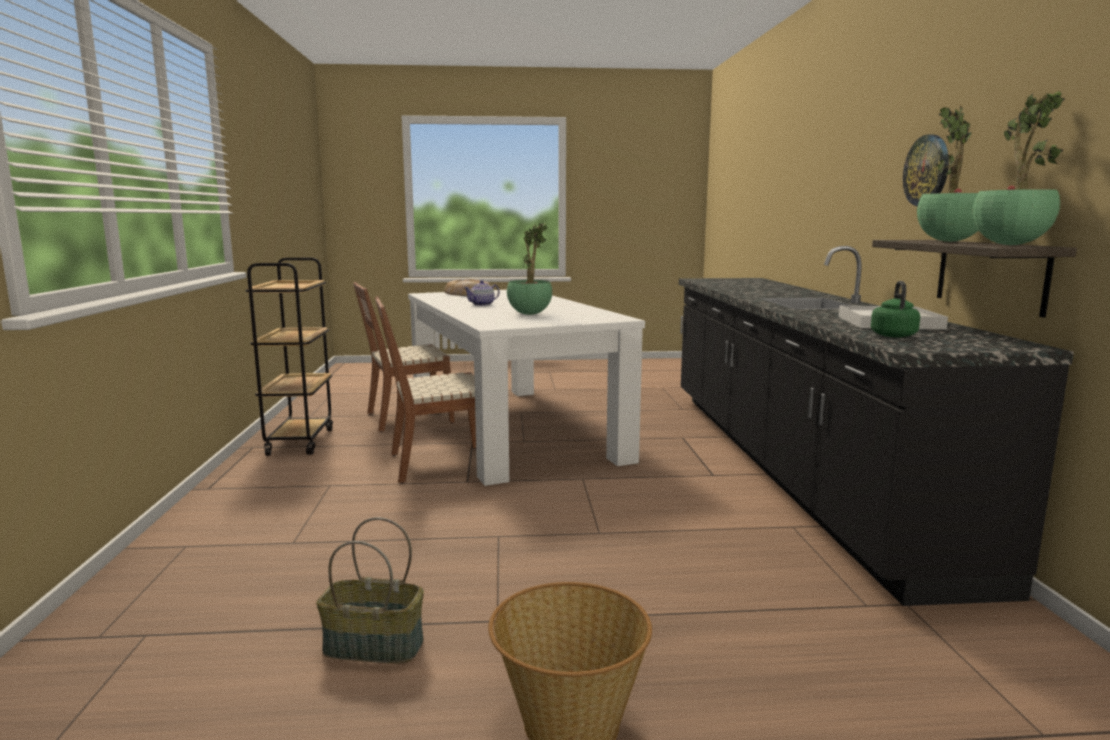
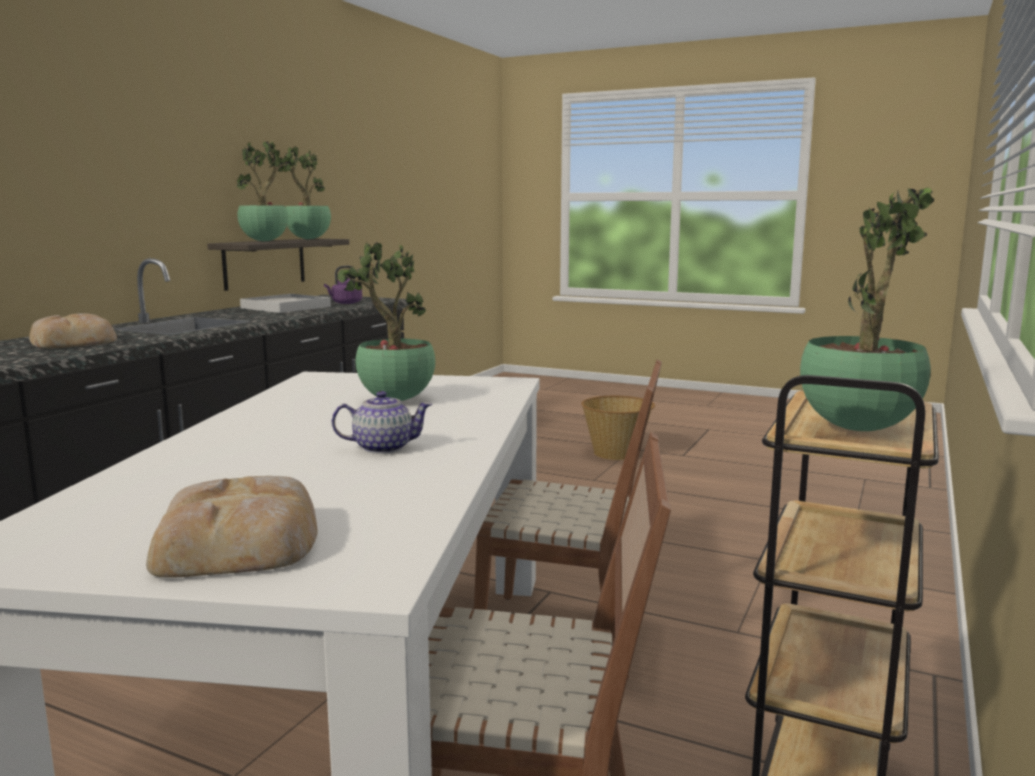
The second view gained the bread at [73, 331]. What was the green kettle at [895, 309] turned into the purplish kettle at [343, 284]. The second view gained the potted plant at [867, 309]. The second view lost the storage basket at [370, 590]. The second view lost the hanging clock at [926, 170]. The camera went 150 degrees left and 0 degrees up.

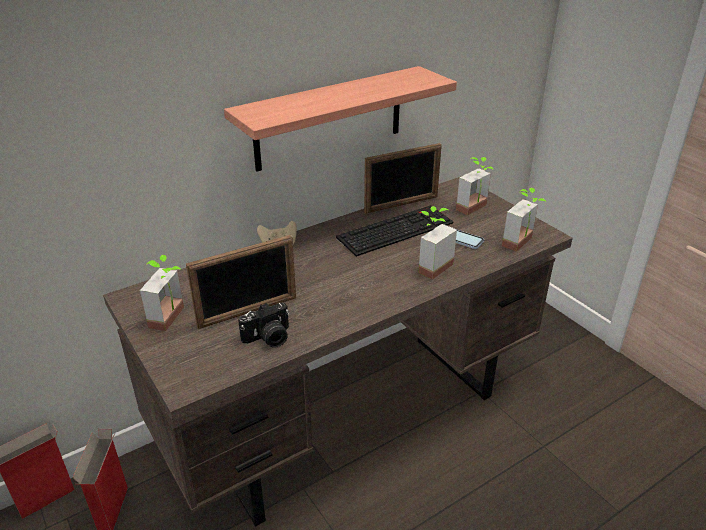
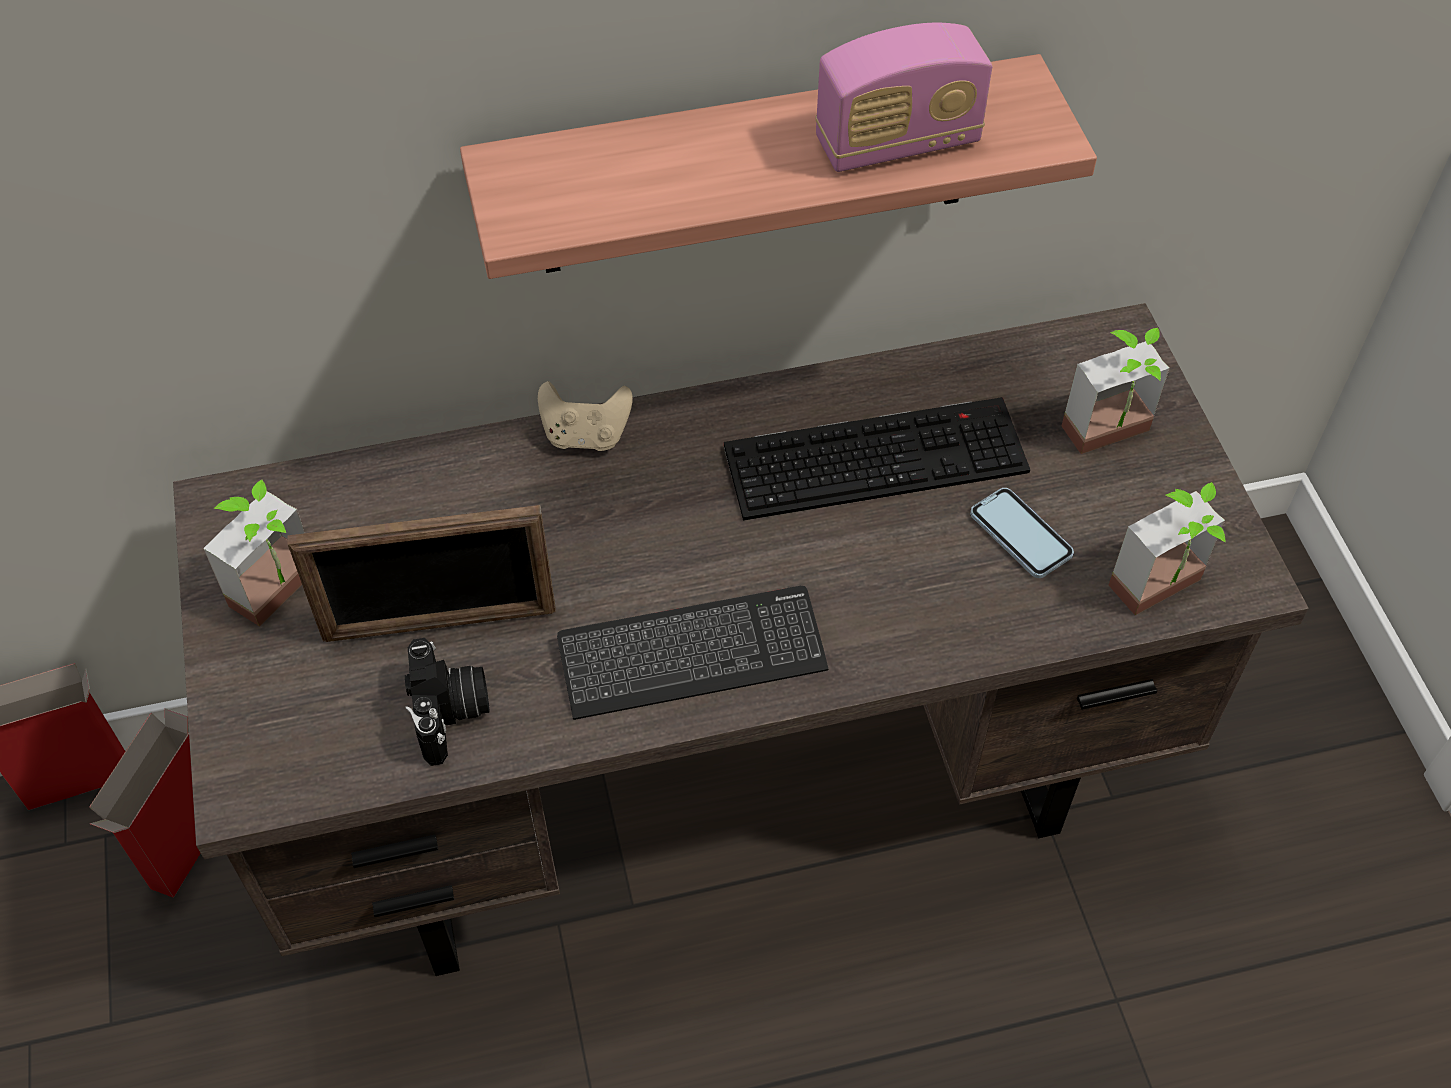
The still camera at [263, 325] ended up facing another way, 90 degrees counterclockwise from before. The second view gained the PC keyboard at [692, 653]. The second view gained the radio at [903, 97]. The second view lost the picture frame at [403, 178]. The second view lost the potted plant at [437, 243]. The camera went 20 degrees right and 20 degrees up.

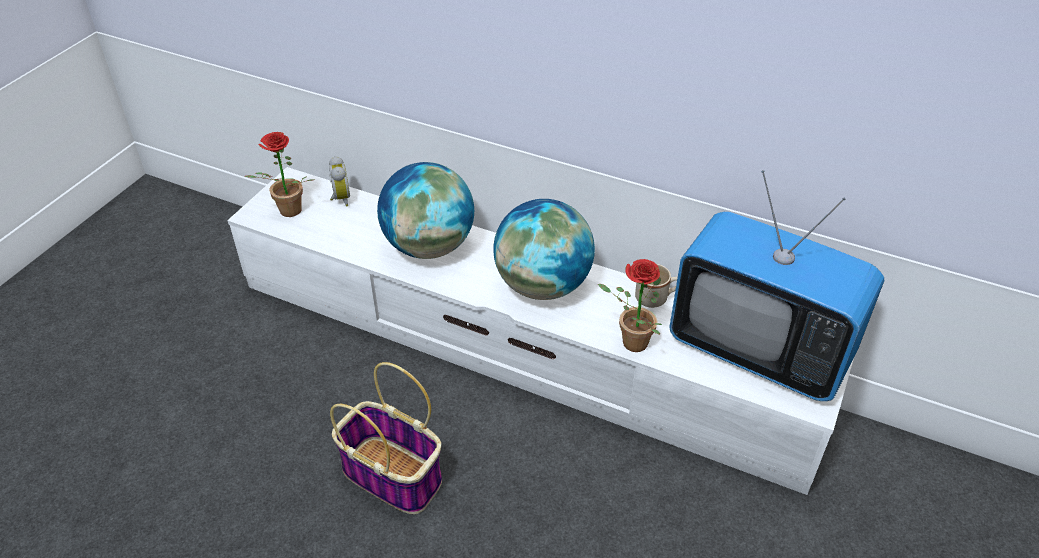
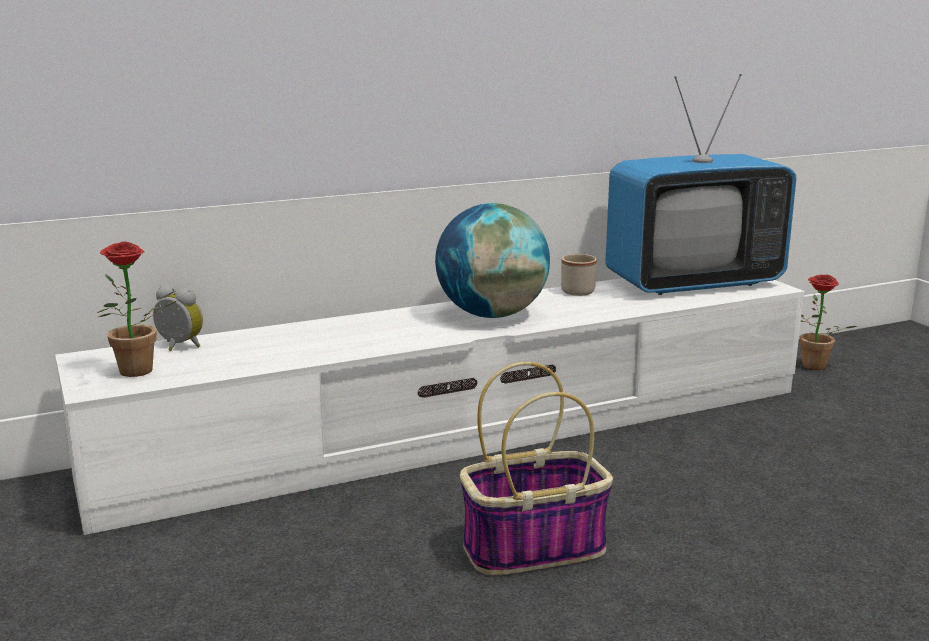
The potted plant ended up elsewhere, having gone from [630, 305] to [828, 322]. The second view lost the world globe at [425, 210]. The camera went 50 degrees left and 25 degrees down.

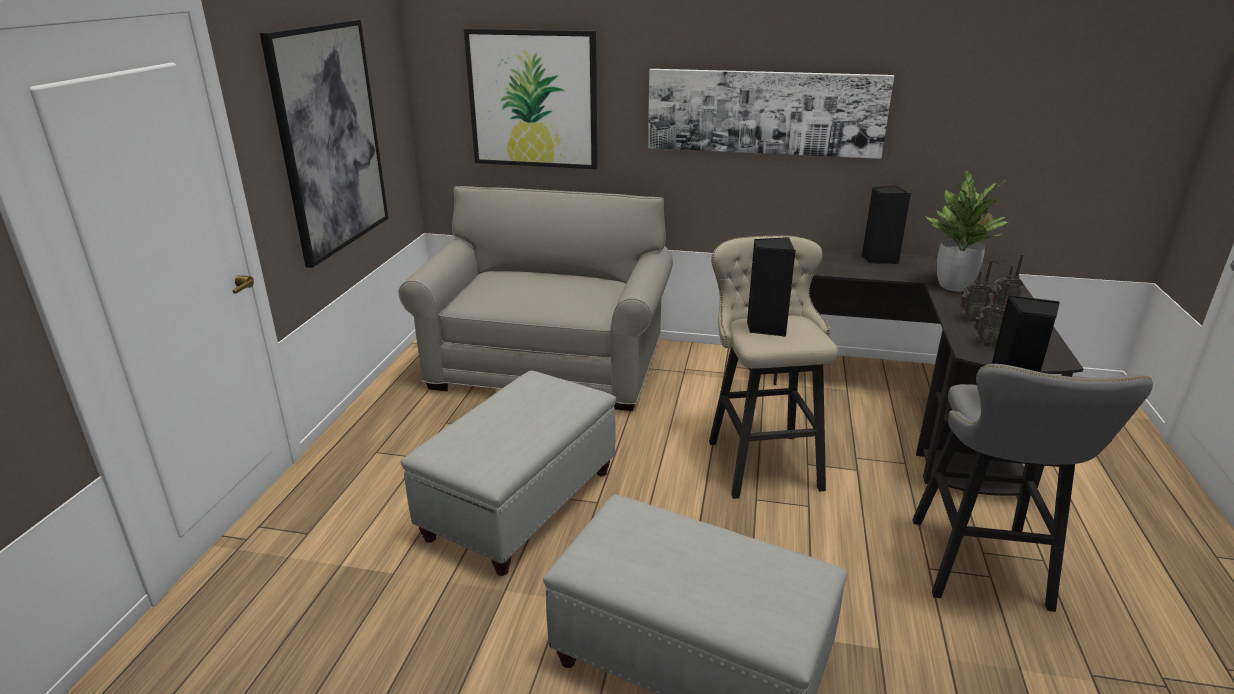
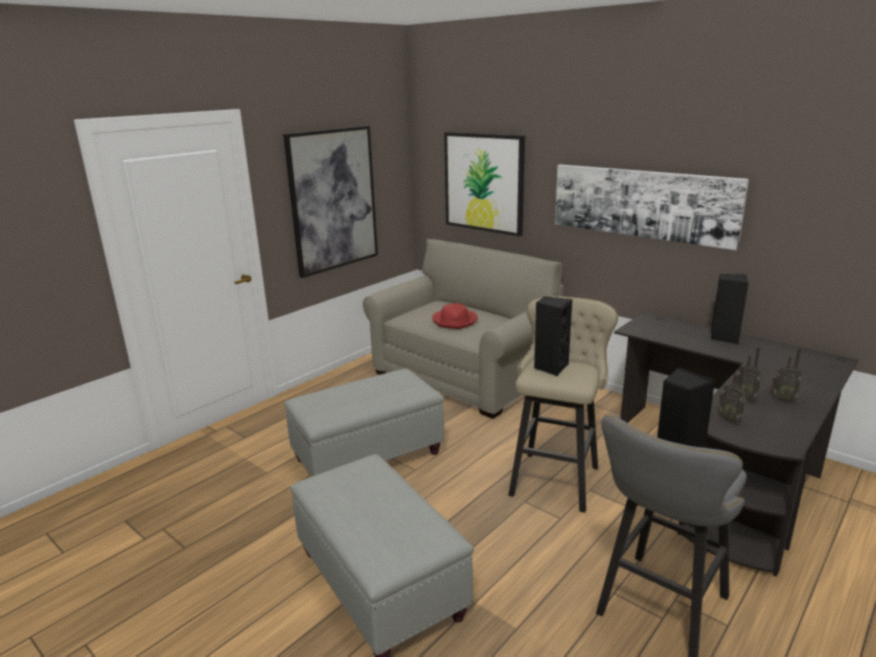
The second view gained the red clothing hat at [455, 316]. The second view lost the potted plant at [967, 231]. The camera went 30 degrees right and 5 degrees down.

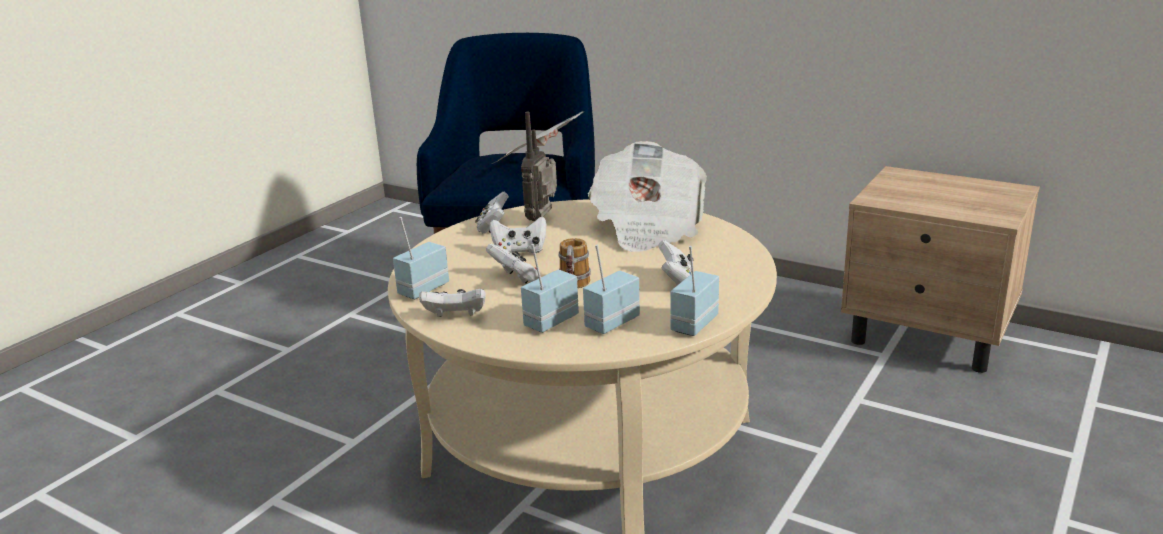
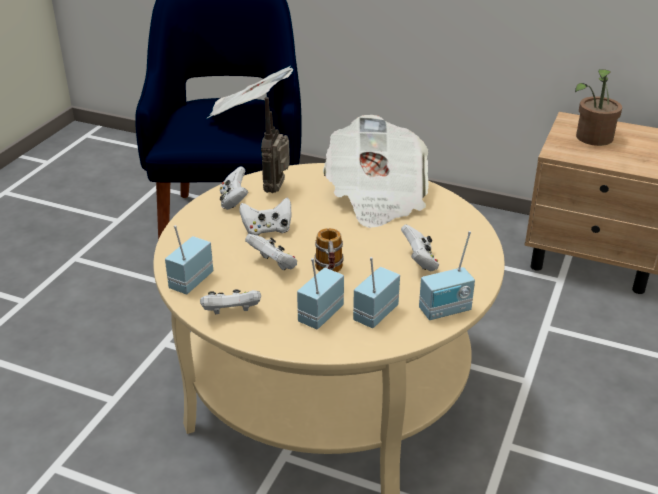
The radio at [694, 291] ended up facing another way, 135 degrees counterclockwise from before. The second view gained the potted plant at [598, 107]. The camera went 10 degrees left and 10 degrees up.

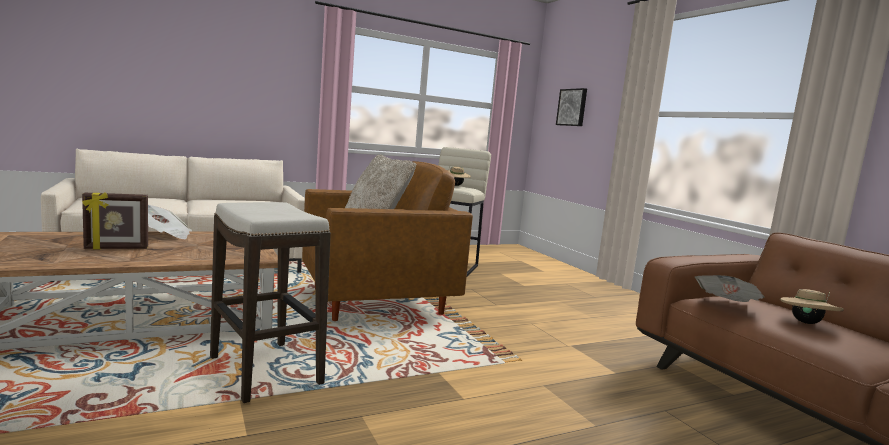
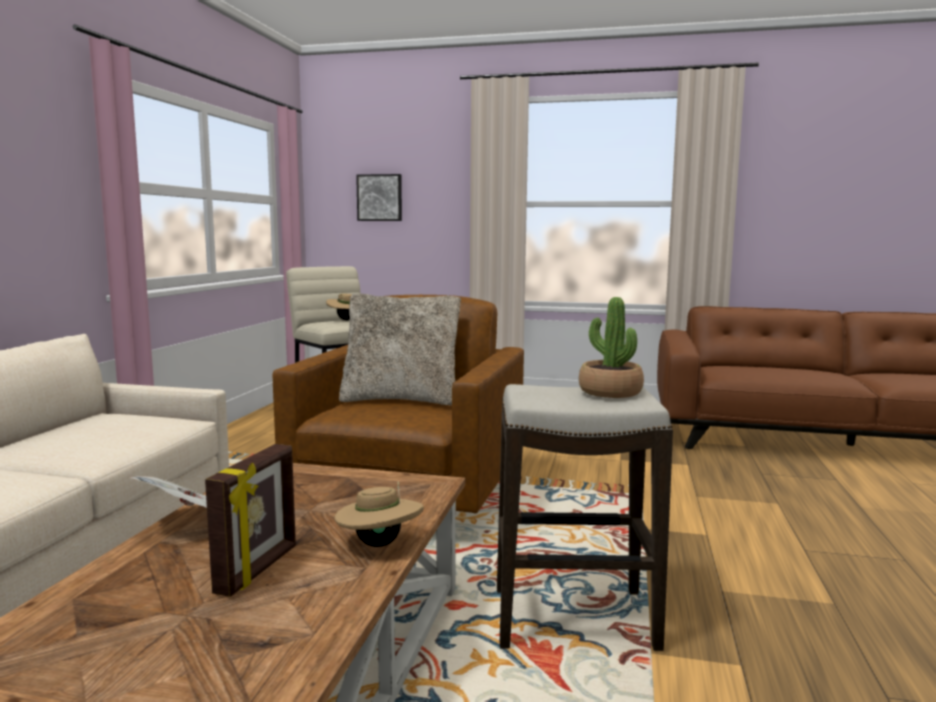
The beige-coloured clothing hat ended up elsewhere, having gone from [812, 306] to [378, 514]. The second view gained the potted plant at [611, 347]. The second view lost the newspaper at [729, 288]. The camera went 50 degrees left and 0 degrees up.

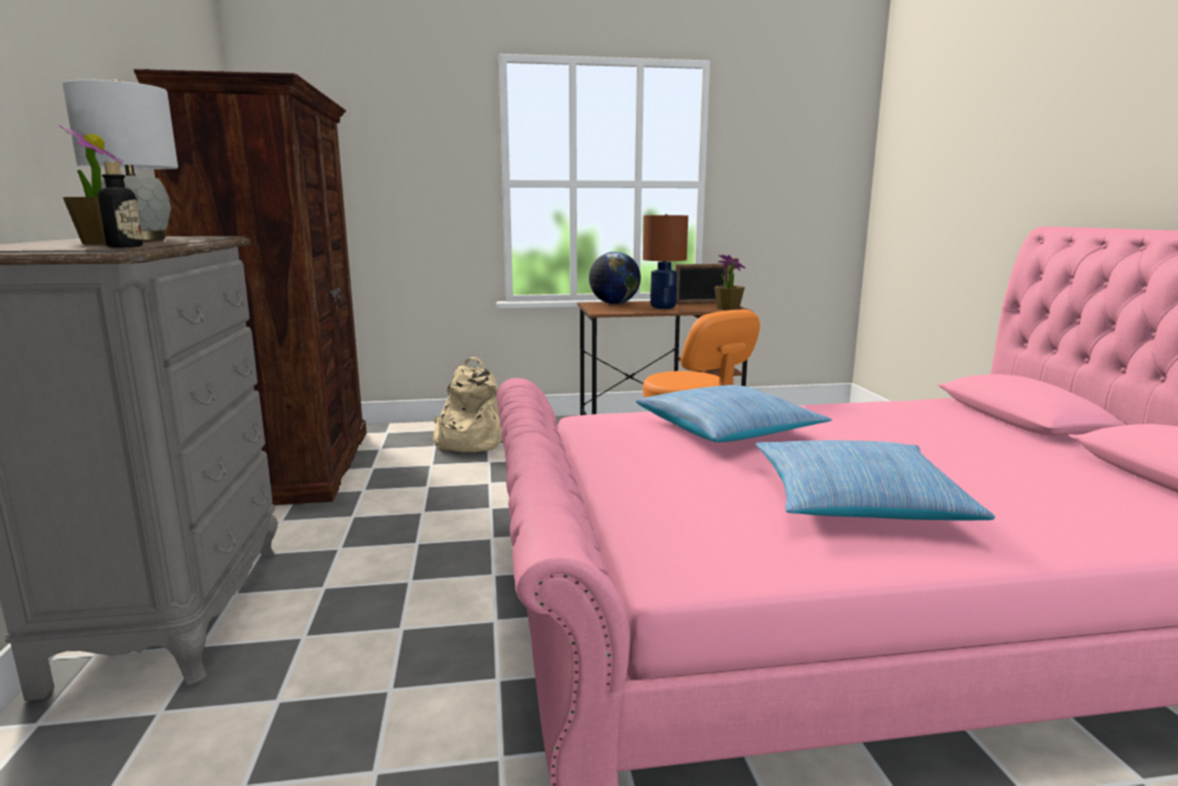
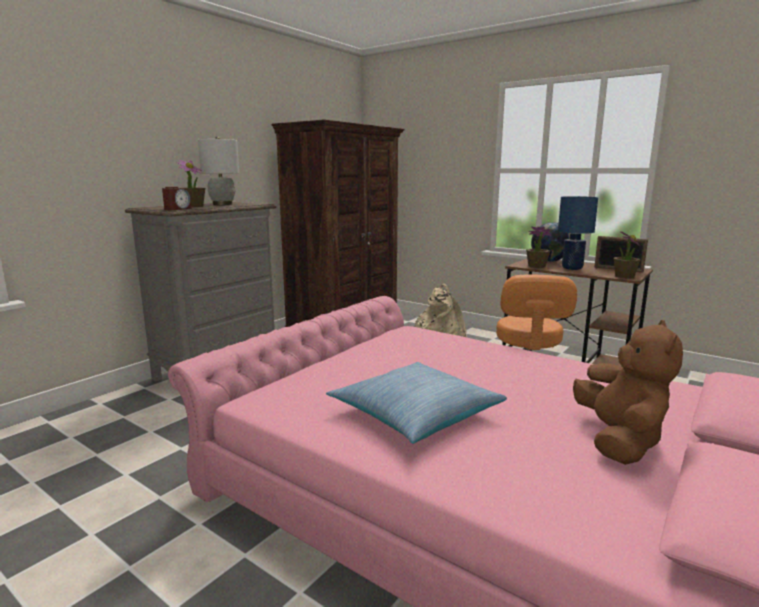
Where the bottle stood at [120, 204], the alarm clock came to stand at [177, 198]. The second view gained the potted plant at [539, 247]. What was the brown tabletop lamp at [665, 261] turned into the blue-coloured tabletop lamp at [578, 233]. The second view gained the brown plush toy at [628, 392]. The second view lost the pillow at [734, 413]. The camera went 45 degrees right and 0 degrees up.

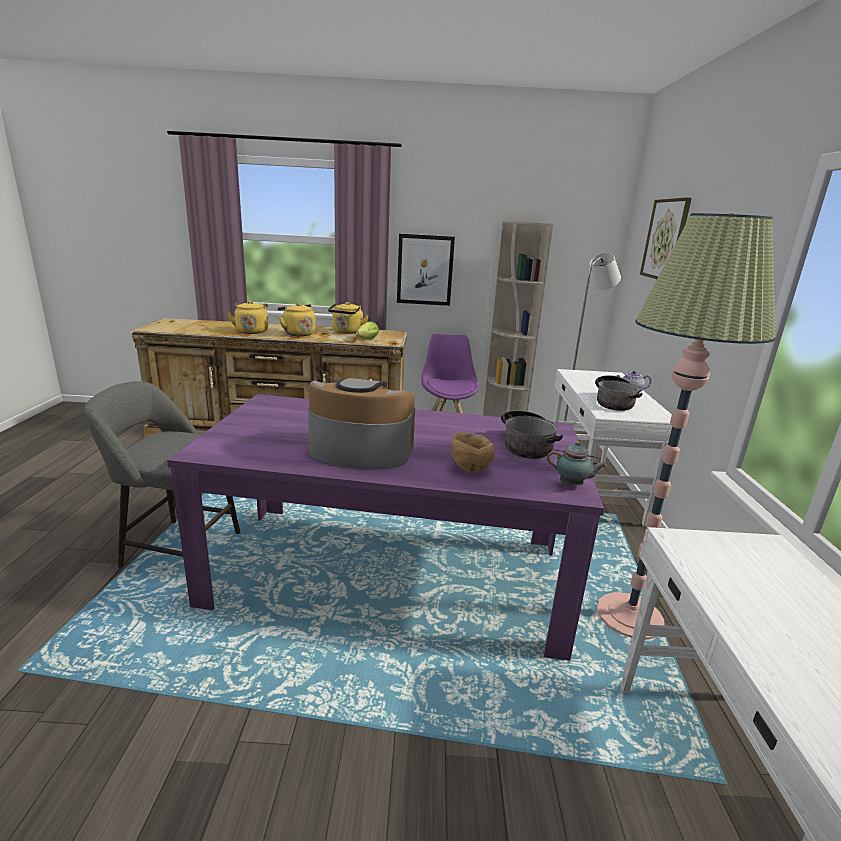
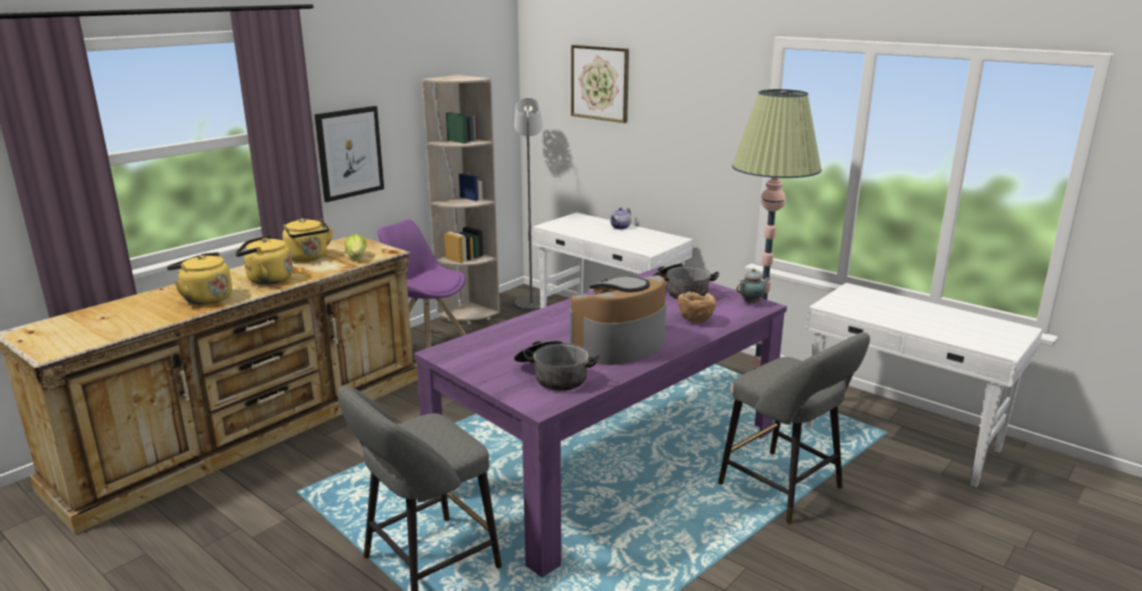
The stockpot ended up elsewhere, having gone from [618, 393] to [556, 366]. The second view gained the greyish sitting stool at [794, 428]. The camera went 50 degrees left and 0 degrees up.

